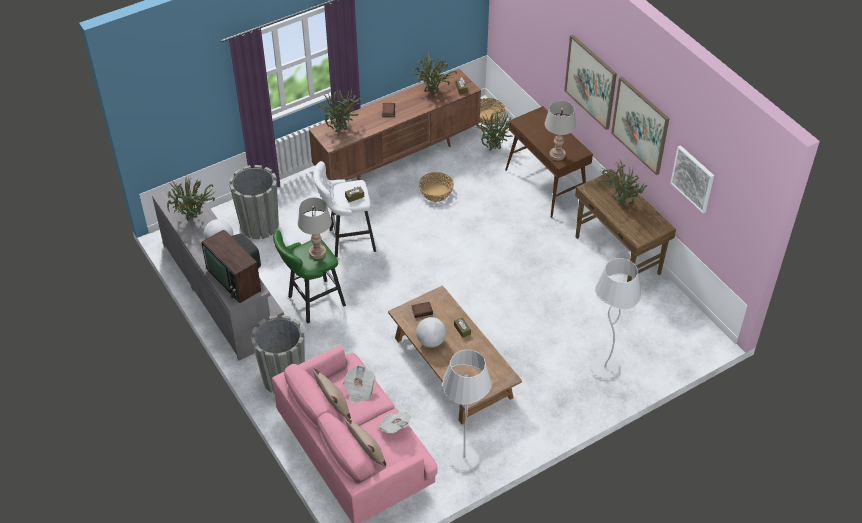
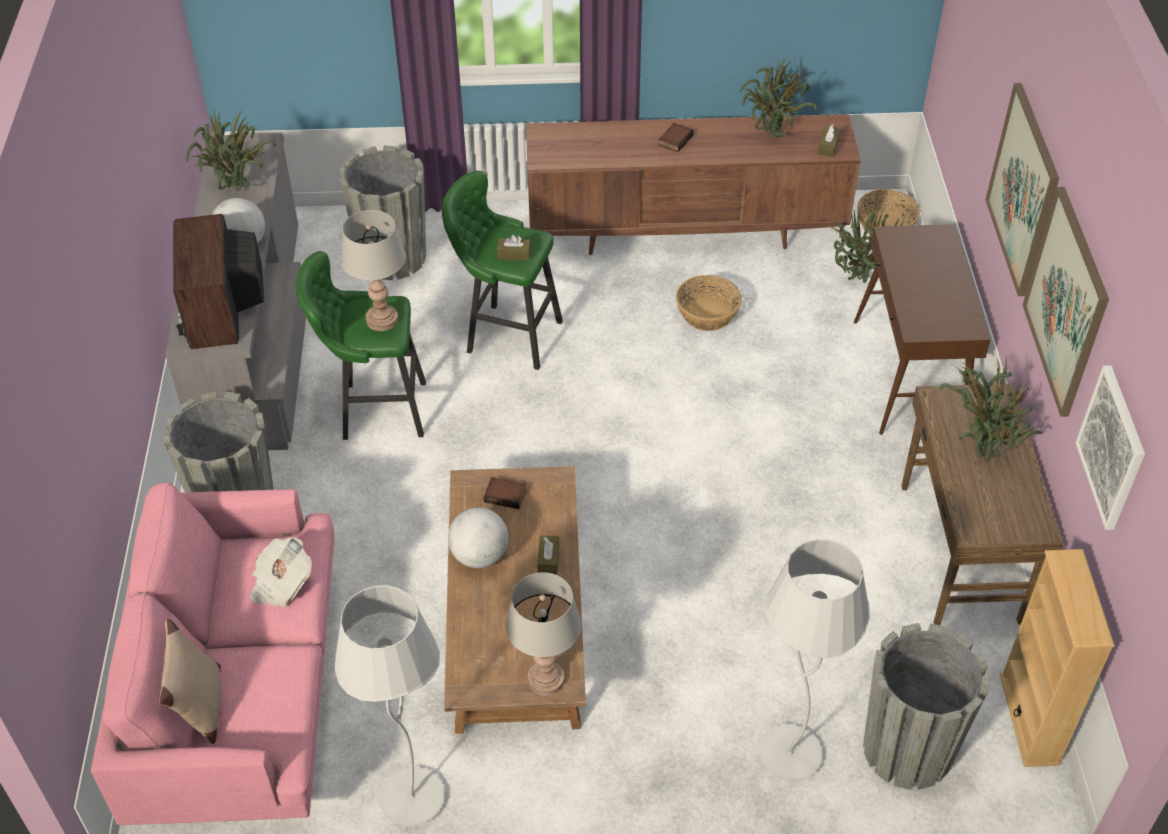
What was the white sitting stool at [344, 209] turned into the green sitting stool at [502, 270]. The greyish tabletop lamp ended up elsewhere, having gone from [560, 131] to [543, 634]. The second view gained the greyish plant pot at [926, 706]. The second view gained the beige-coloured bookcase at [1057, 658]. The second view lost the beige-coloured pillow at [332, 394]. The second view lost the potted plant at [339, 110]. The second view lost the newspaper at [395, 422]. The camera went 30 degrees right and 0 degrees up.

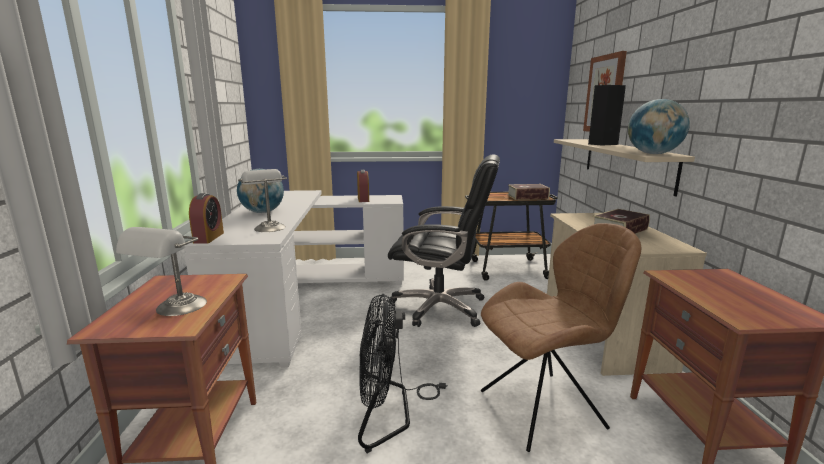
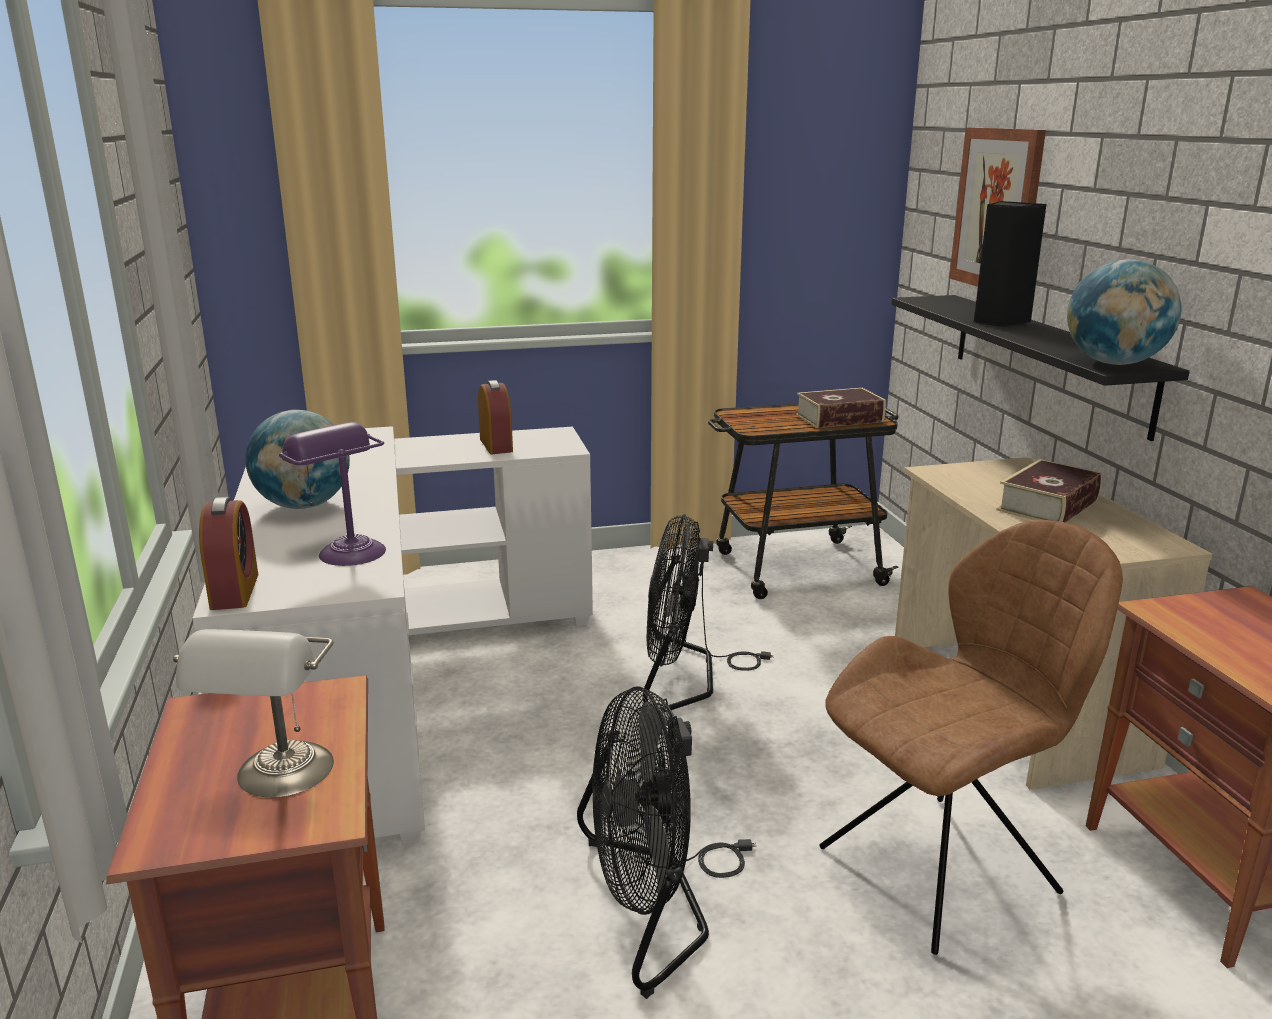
What was the white tabletop lamp at [262, 200] turned into the purplish tabletop lamp at [332, 494]. Where the black office chair stood at [444, 241], the black electric fan came to stand at [708, 613]. What was the beige-coloured wall shelf at [624, 168] turned into the black wall shelf at [1040, 368]. The camera went 10 degrees left and 5 degrees up.

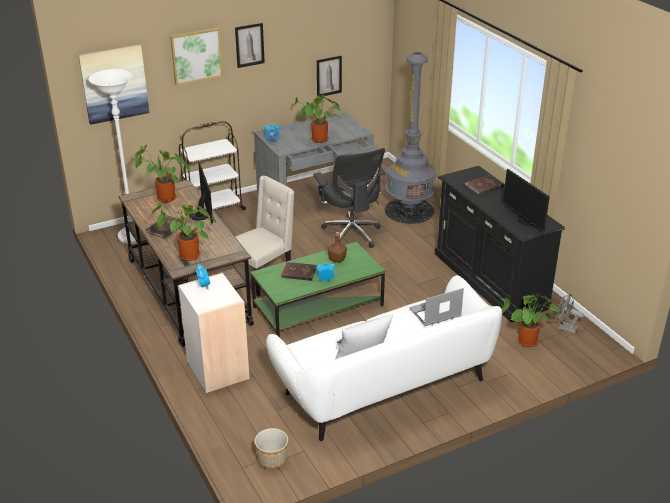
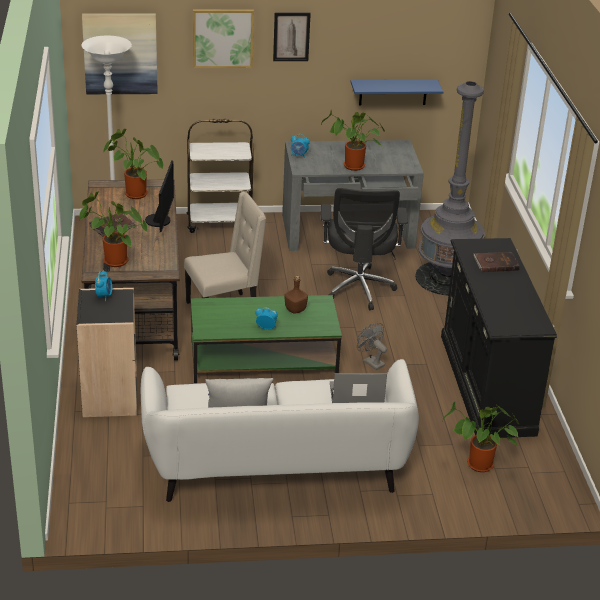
What was the white bookcase at [214, 333] turned into the black bookcase at [107, 352]. Where the wall art hung at [329, 76], the blue-coloured wall shelf came to hang at [397, 93]. The greyish electric fan ended up elsewhere, having gone from [569, 314] to [372, 346]. The second view lost the plant pot at [271, 448]. The second view lost the brown bound book at [299, 271]. The second view lost the monitor at [526, 199]. The camera went 20 degrees right and 0 degrees up.

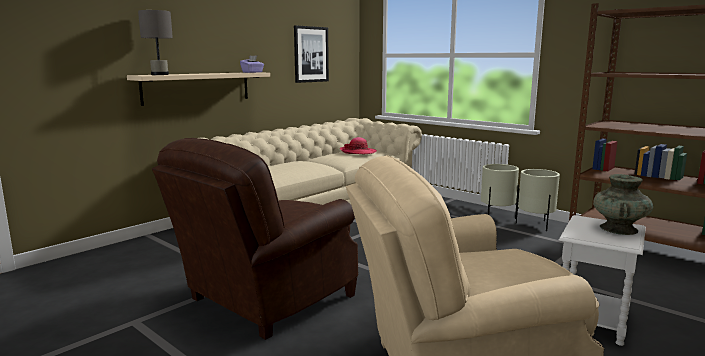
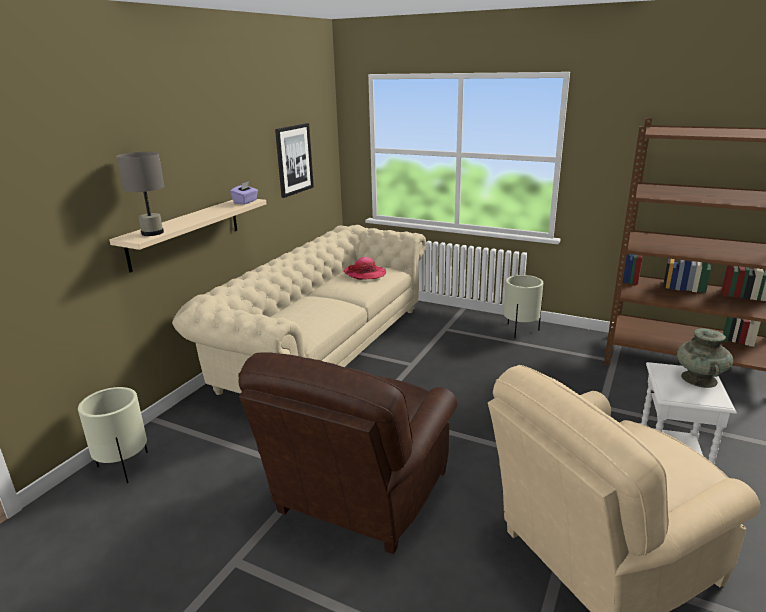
The beige-coloured plant pot ended up elsewhere, having gone from [538, 200] to [113, 435]. The camera went 15 degrees left and 10 degrees up.

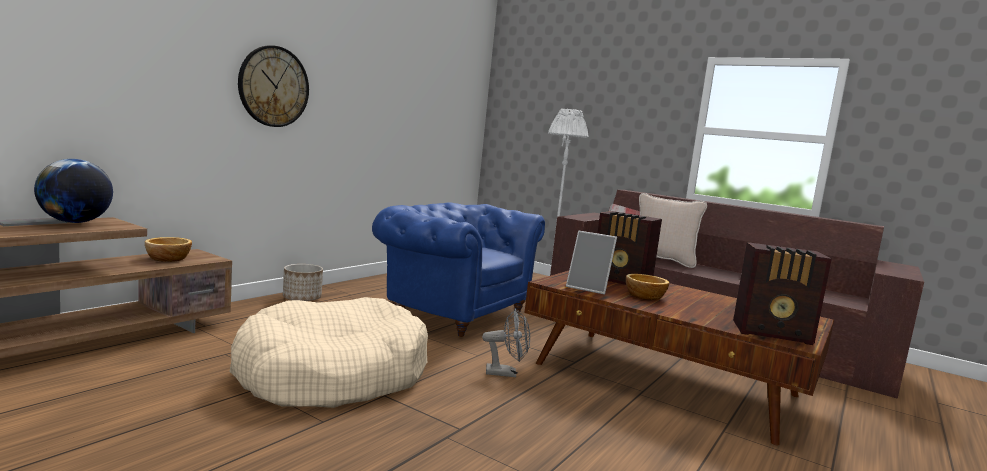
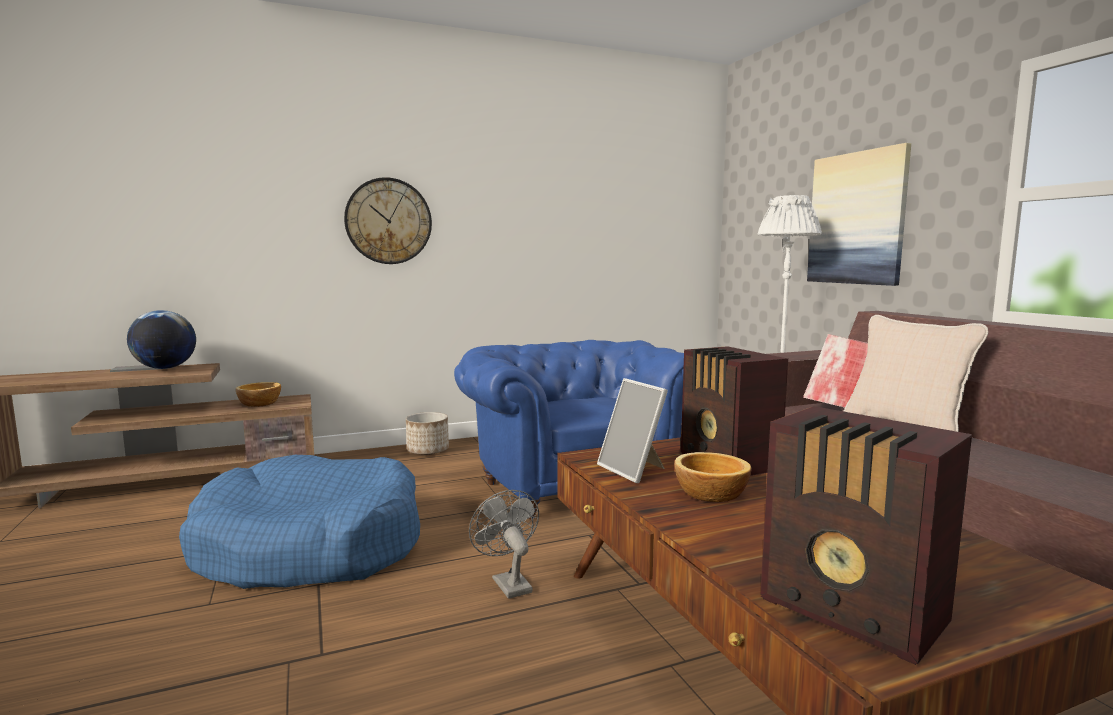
What was the beige-coloured pet bed at [328, 352] turned into the blue-coloured pet bed at [299, 522]. The greyish electric fan at [506, 342] ended up facing another way, 150 degrees counterclockwise from before. The second view gained the wall art at [859, 214]. The camera went 35 degrees right and 0 degrees up.

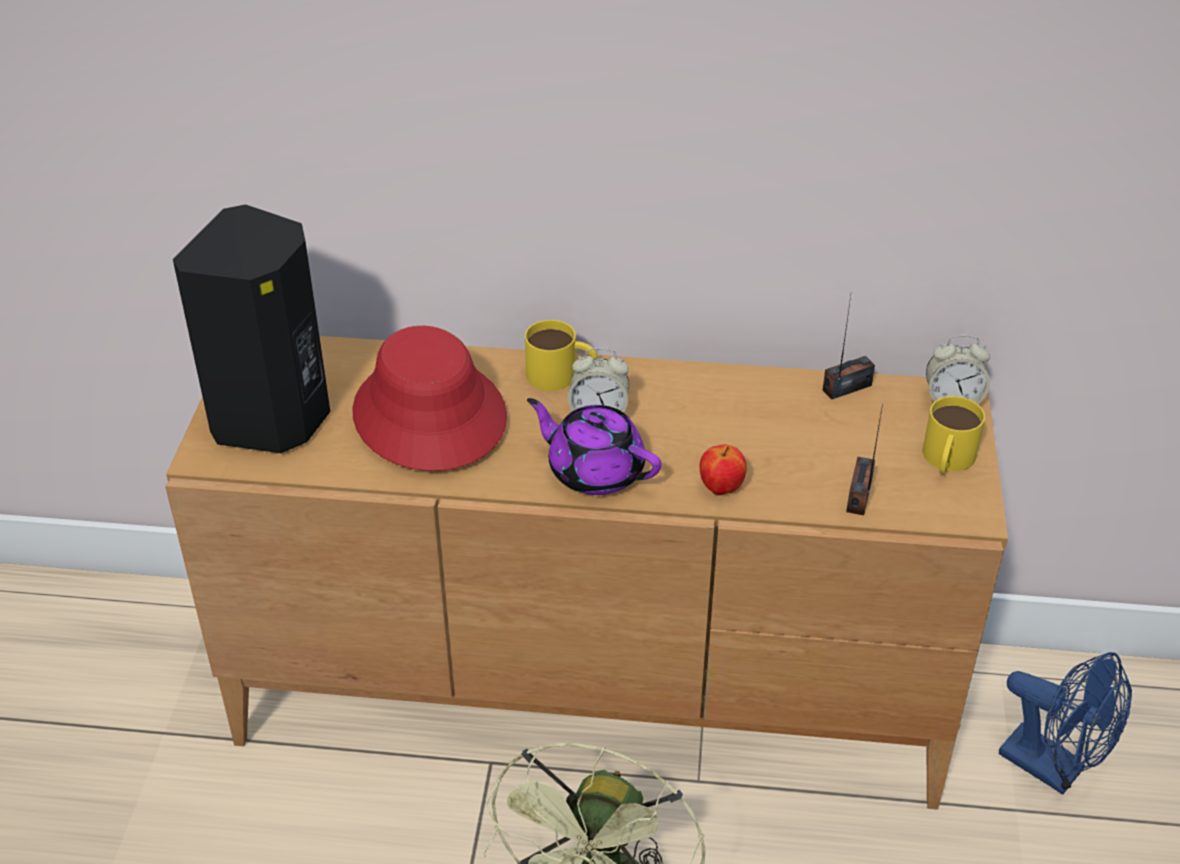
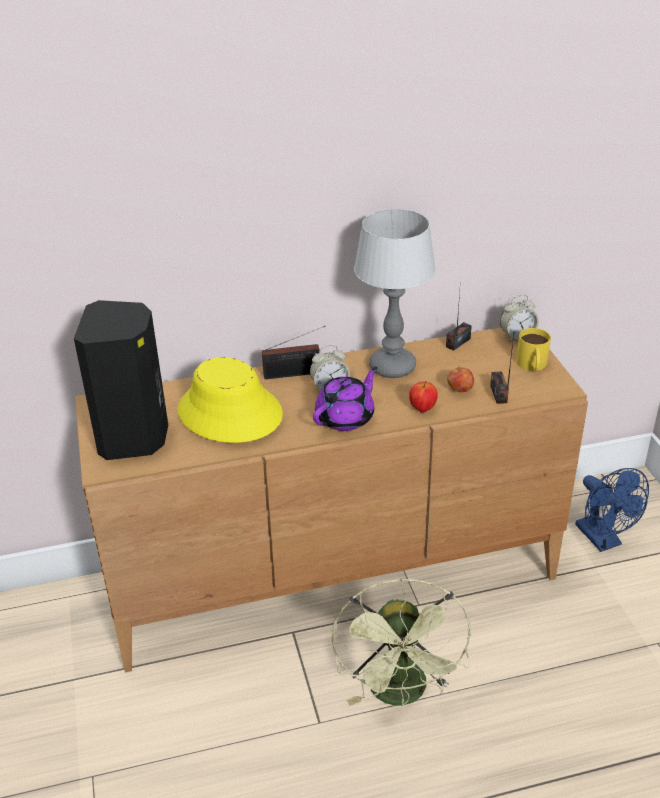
What was the red clothing hat at [429, 398] turned into the yellowish clothing hat at [230, 400]. Where the yellowish mug stood at [561, 355], the radio came to stand at [293, 352]. The purplish tea pot at [594, 446] ended up facing another way, 120 degrees clockwise from before. The second view gained the tabletop lamp at [395, 293]. The second view gained the whole apple at [460, 379]. The blue-coloured electric fan at [1065, 723] ended up facing another way, 45 degrees clockwise from before. The camera went 20 degrees left and 5 degrees down.

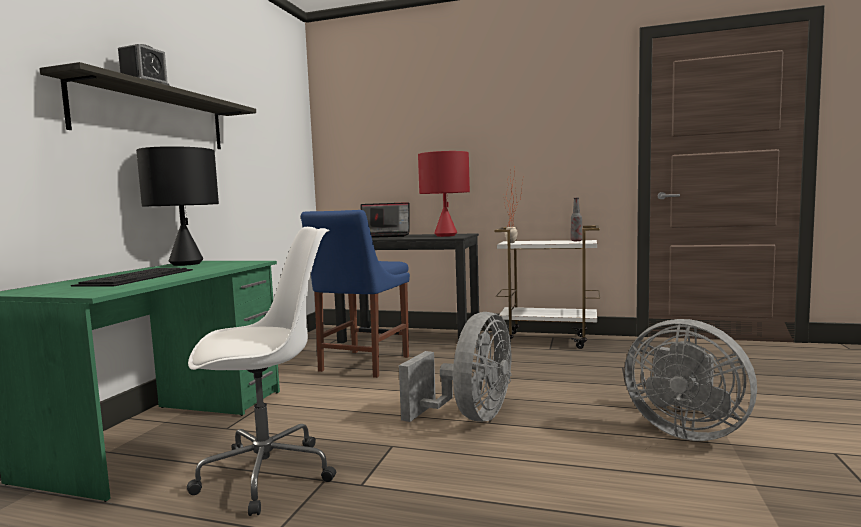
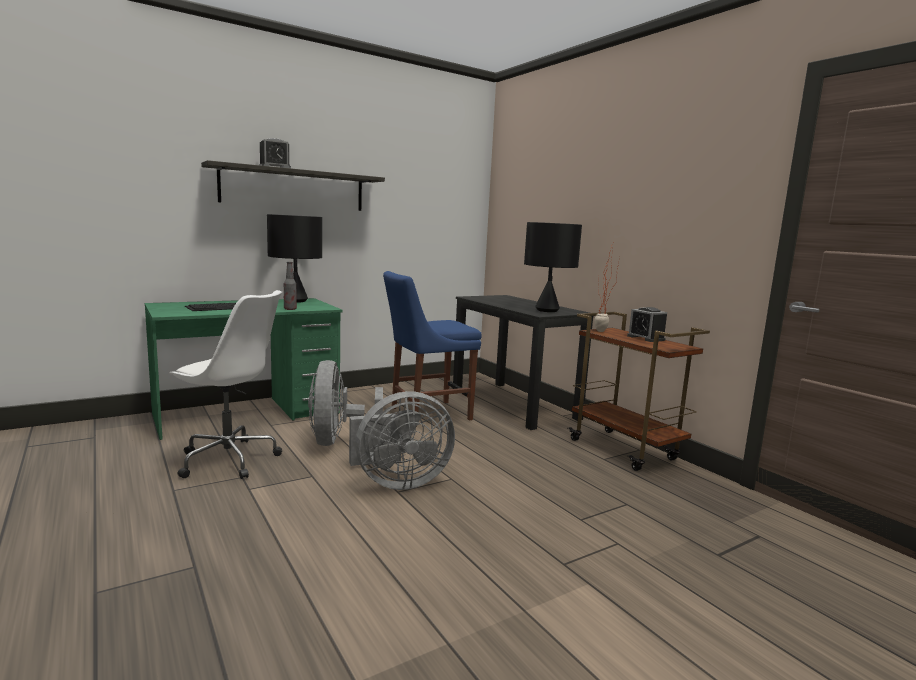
The bottle ended up elsewhere, having gone from [576, 219] to [290, 286]. The greyish electric fan ended up elsewhere, having gone from [690, 380] to [345, 403]. What was the red tabletop lamp at [444, 194] turned into the black tabletop lamp at [553, 267]. What was the white trolley at [547, 287] turned into the brown trolley at [639, 391]. The second view gained the alarm clock at [647, 324]. The second view lost the laptop at [385, 220]. The camera went 40 degrees right and 5 degrees up.

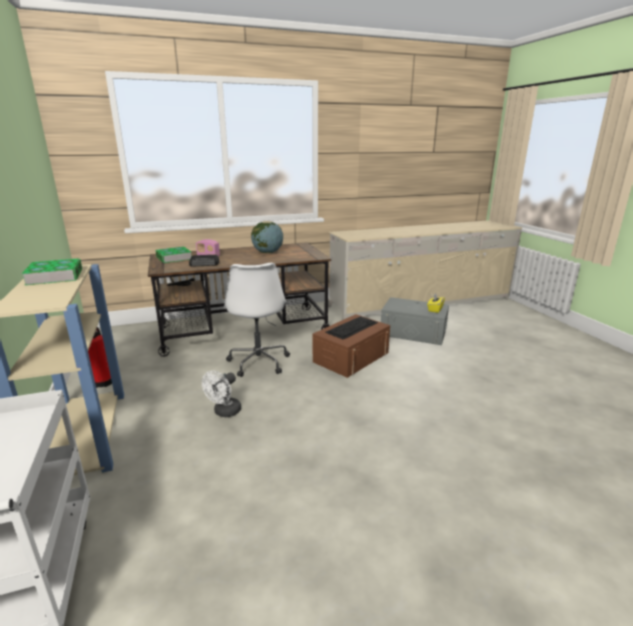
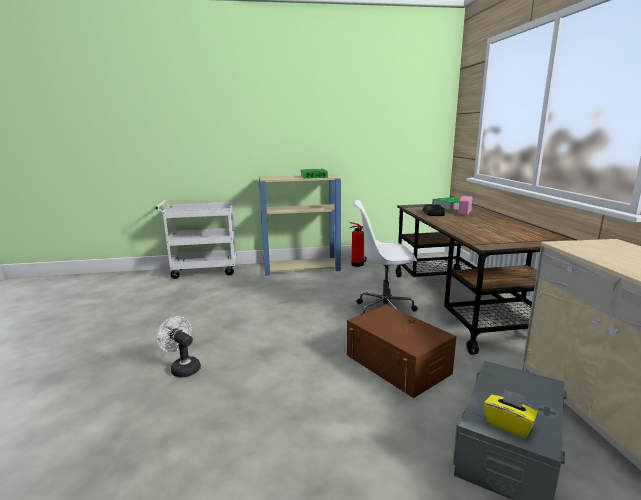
The white electric fan ended up elsewhere, having gone from [221, 394] to [179, 347]. The second view lost the world globe at [267, 237]. The second view lost the PC keyboard at [351, 328]. The camera went 100 degrees right and 5 degrees down.

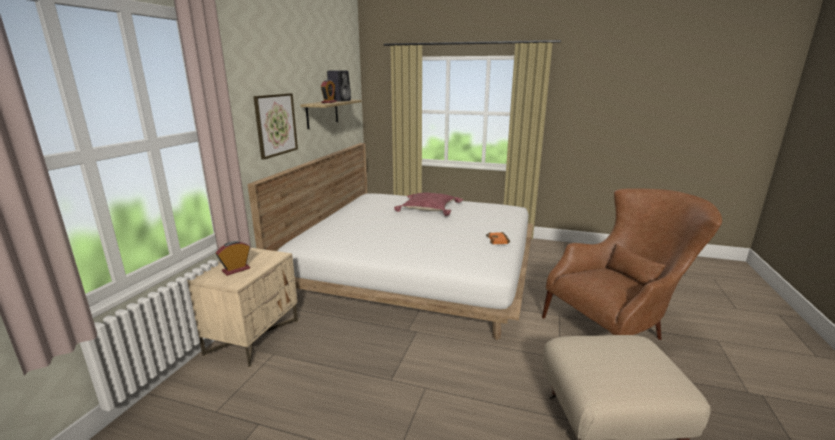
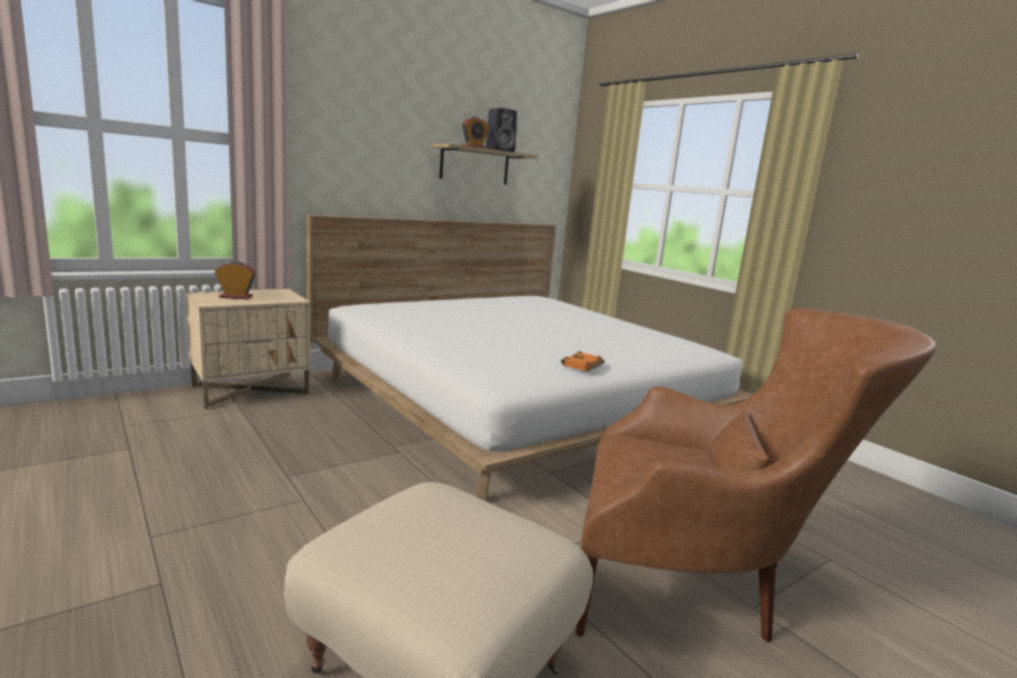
The second view lost the wall art at [275, 126]. The second view lost the red pillow at [428, 204]. The camera went 35 degrees right and 5 degrees down.

